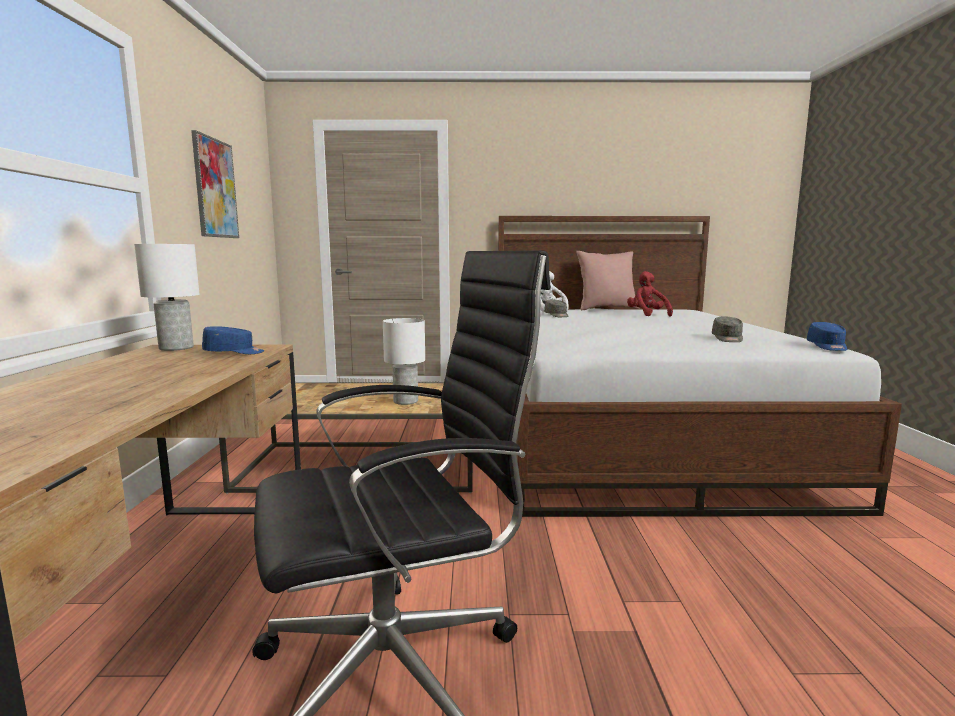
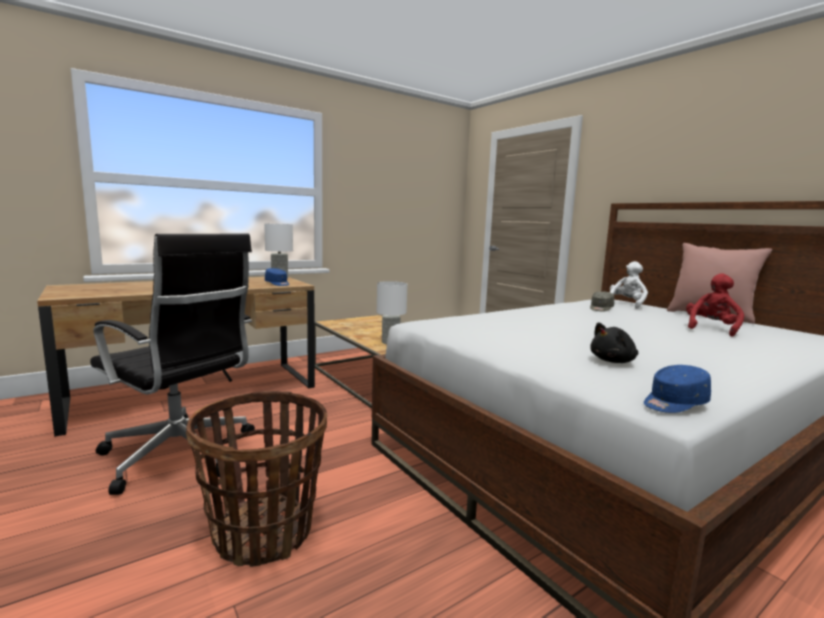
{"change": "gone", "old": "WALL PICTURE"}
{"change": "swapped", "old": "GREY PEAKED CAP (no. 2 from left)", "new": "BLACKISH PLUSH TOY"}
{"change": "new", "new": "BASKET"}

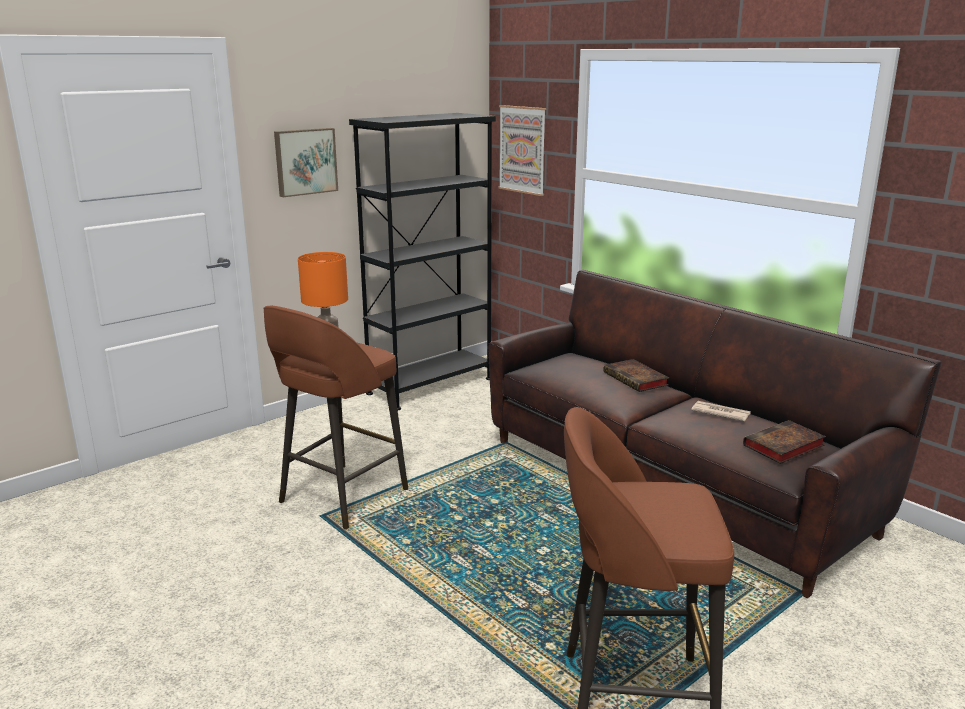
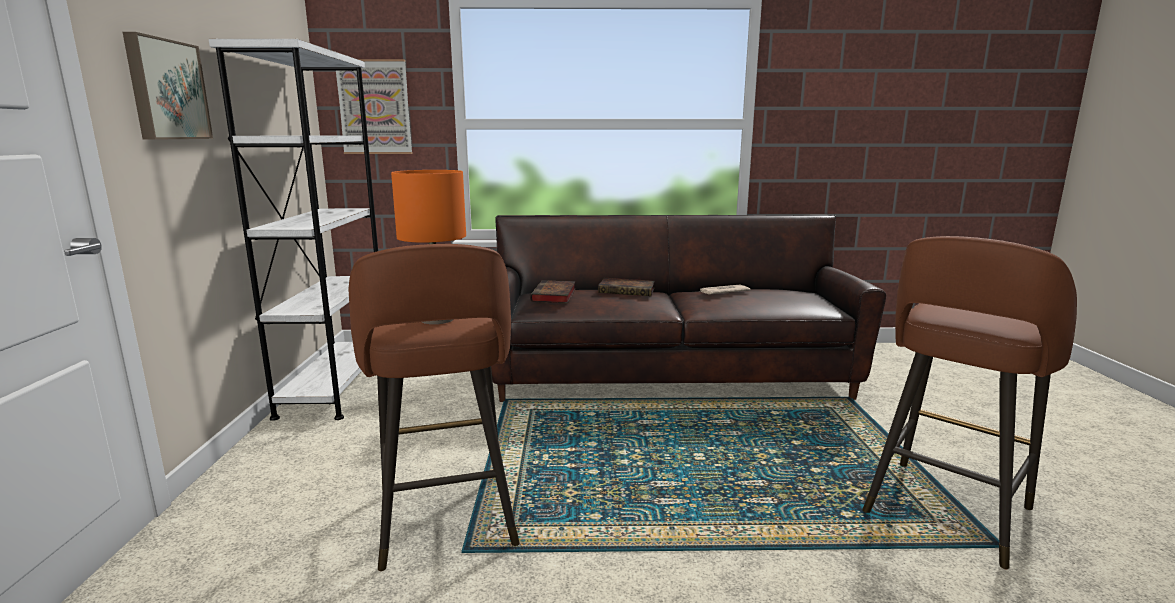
{"change": "repainted", "old": "BLACKISH BOOKSHELF", "new": "WHITE-COLOURED BOOKSHELF"}
{"change": "shifted", "old": "VOLUME (no. 2 from left in the first image)", "new": "VOLUME (no. 1 from left)"}

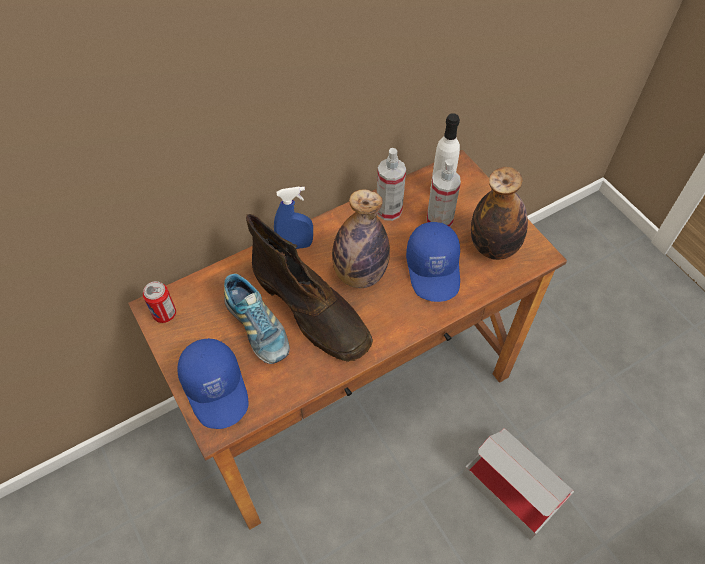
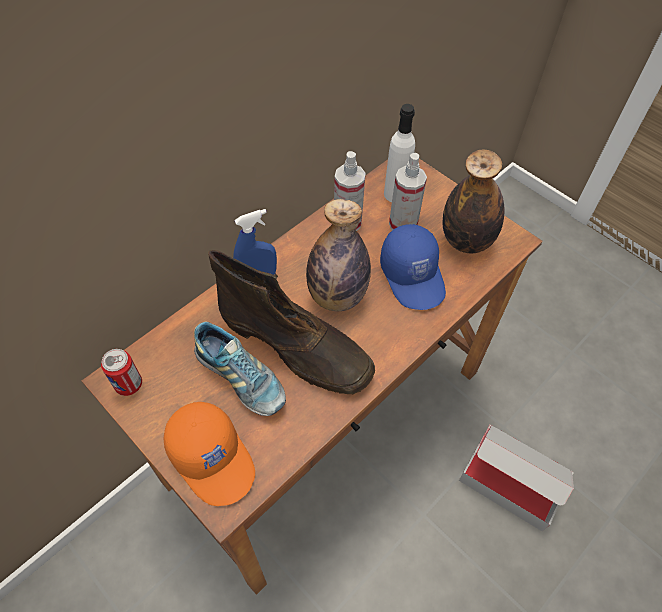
{"change": "repainted", "old": "BLUE-COLOURED PEAKED CAP (no. 1 from left)", "new": "ORANGE PEAKED CAP"}

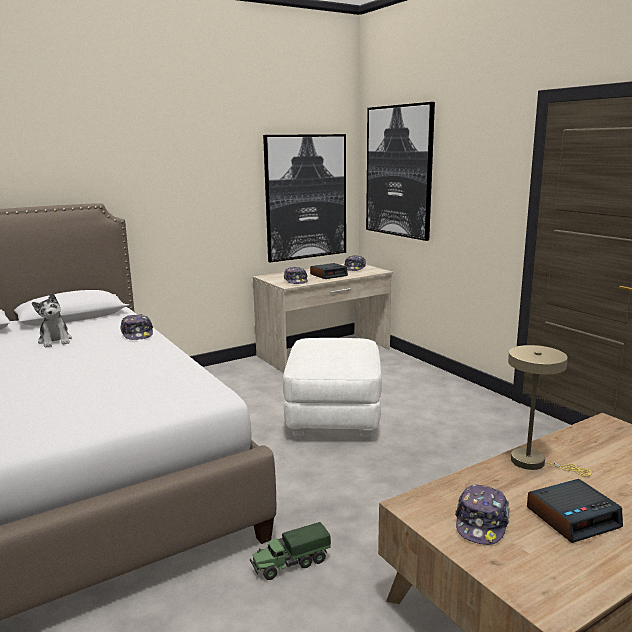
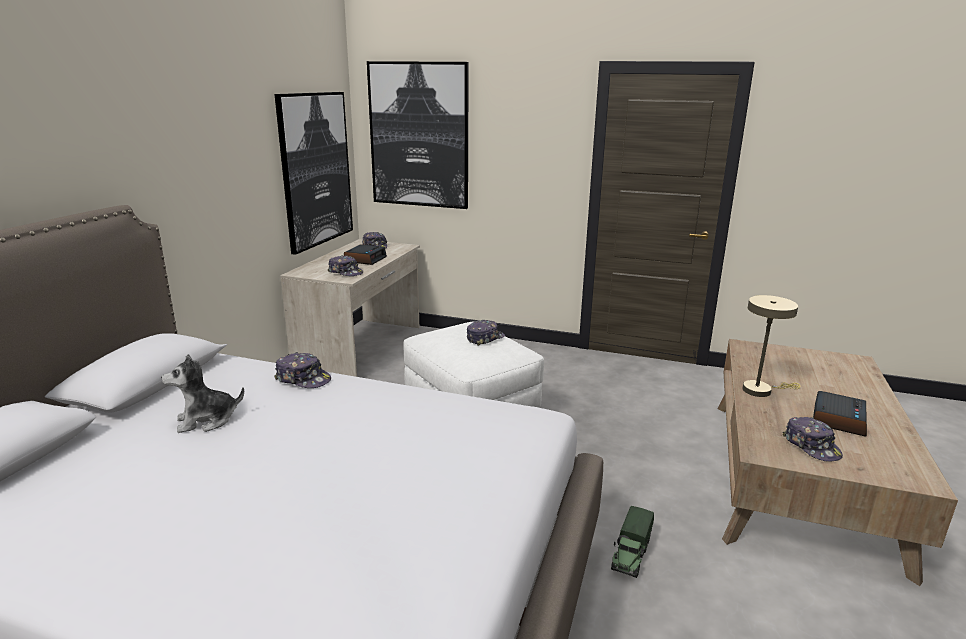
{"change": "rotated", "old": "PLUSH TOY", "degrees": 135}
{"change": "new", "new": "PEAKED CAP (no. 4 from left)"}

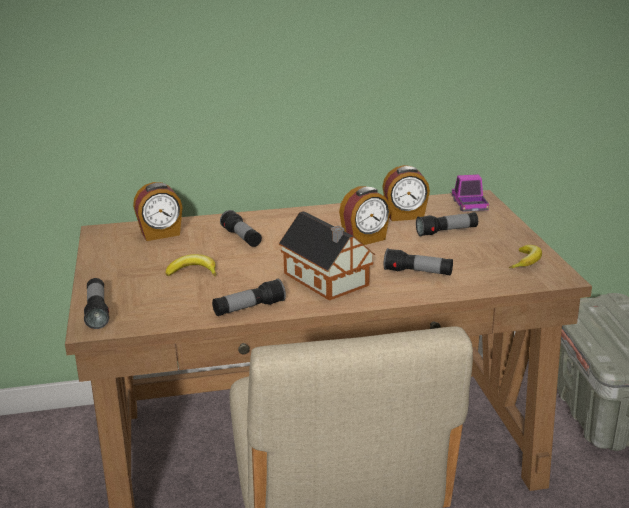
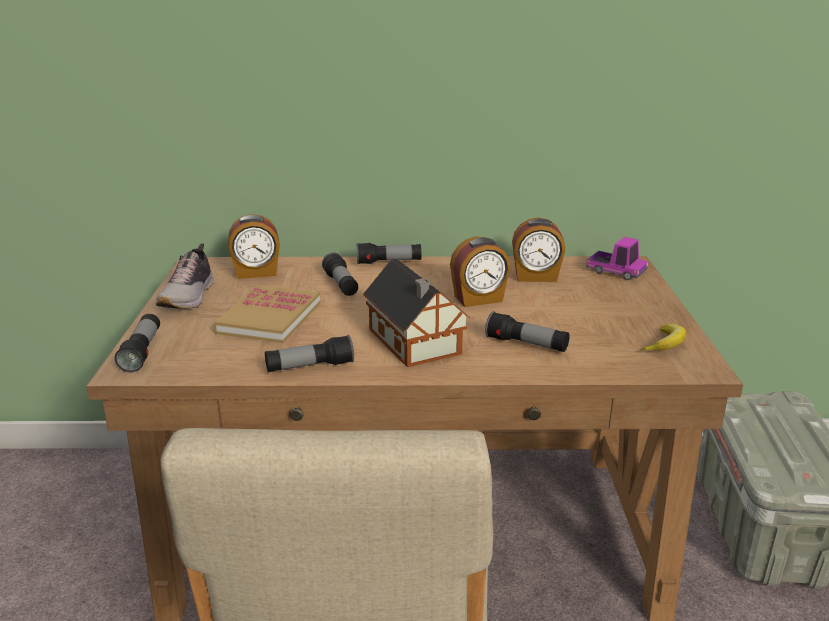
{"change": "swapped", "old": "BANANA FRUIT (no. 1 from left)", "new": "VOLUME"}
{"change": "shifted", "old": "HAND TORCH (no. 5 from left in the first image)", "new": "HAND TORCH (no. 4 from left)"}
{"change": "rotated", "old": "TOY TRUCK", "degrees": 120}
{"change": "new", "new": "SHOE"}

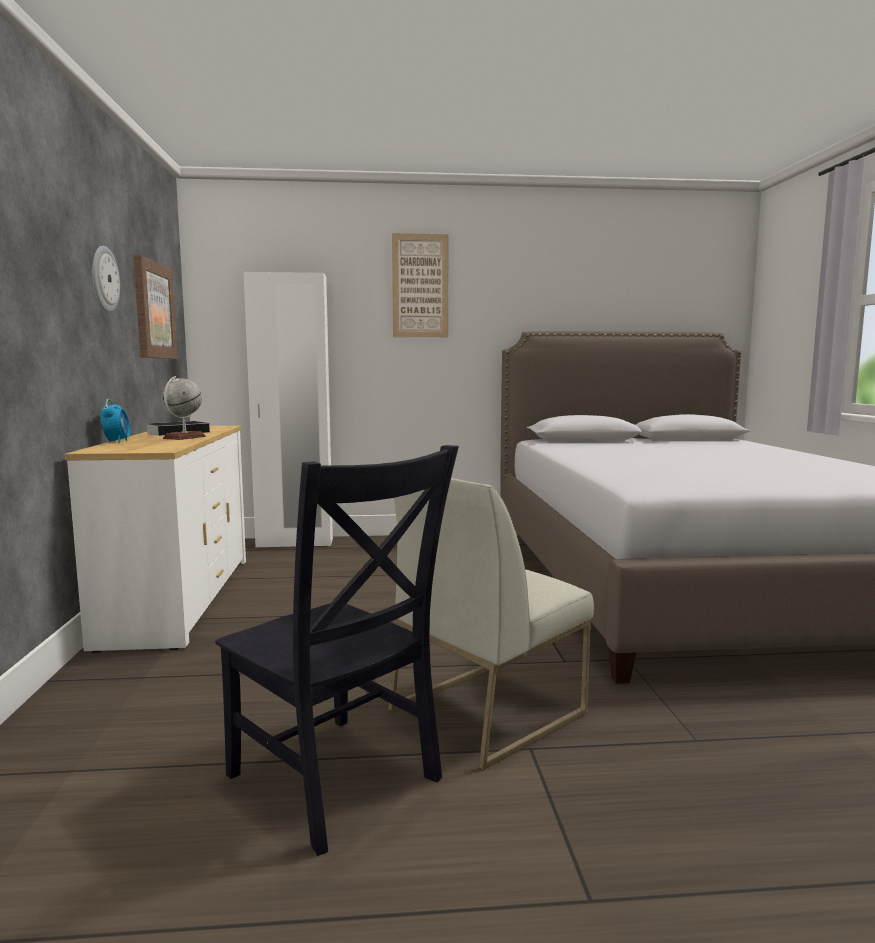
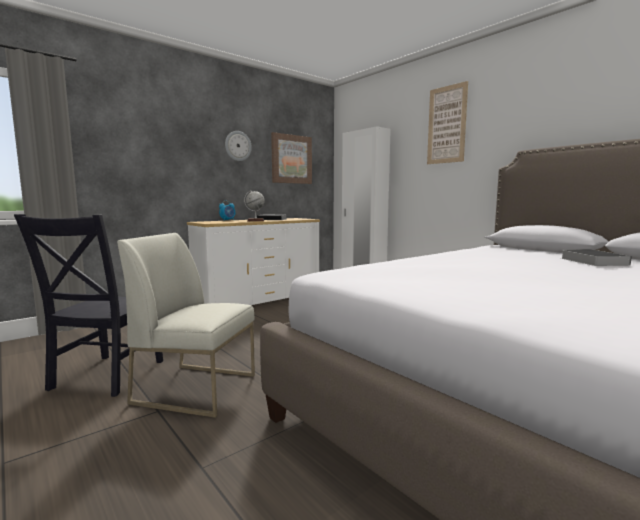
{"change": "new", "new": "VOLUME (no. 2 from left)"}

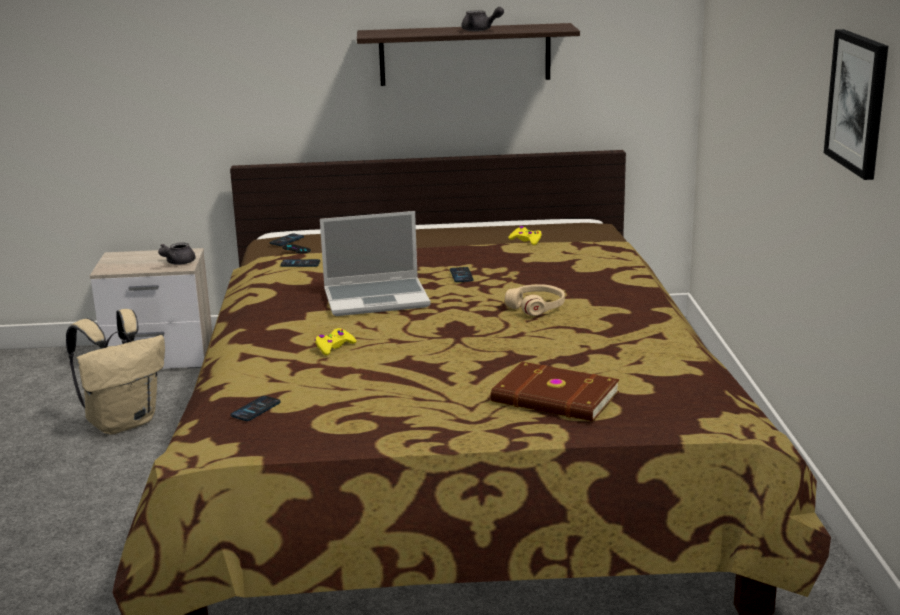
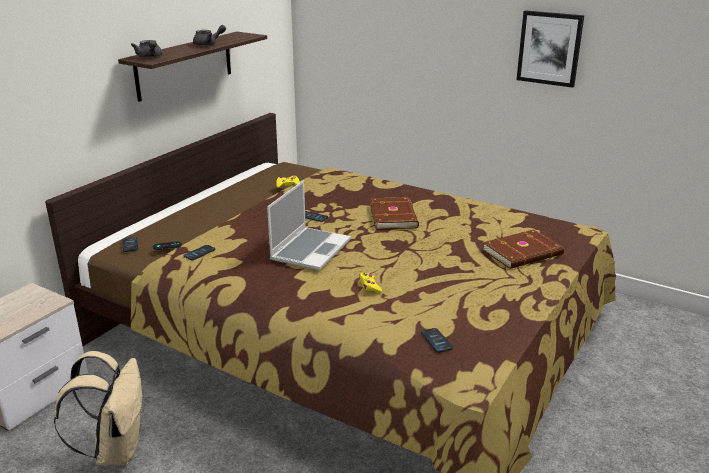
{"change": "shifted", "old": "GREY TEAPOT (no. 1 from left)"}
{"change": "swapped", "old": "BEIGE-COLOURED PAIR OF HEADPHONES", "new": "BROWNISH VOLUME (no. 1 from left)"}

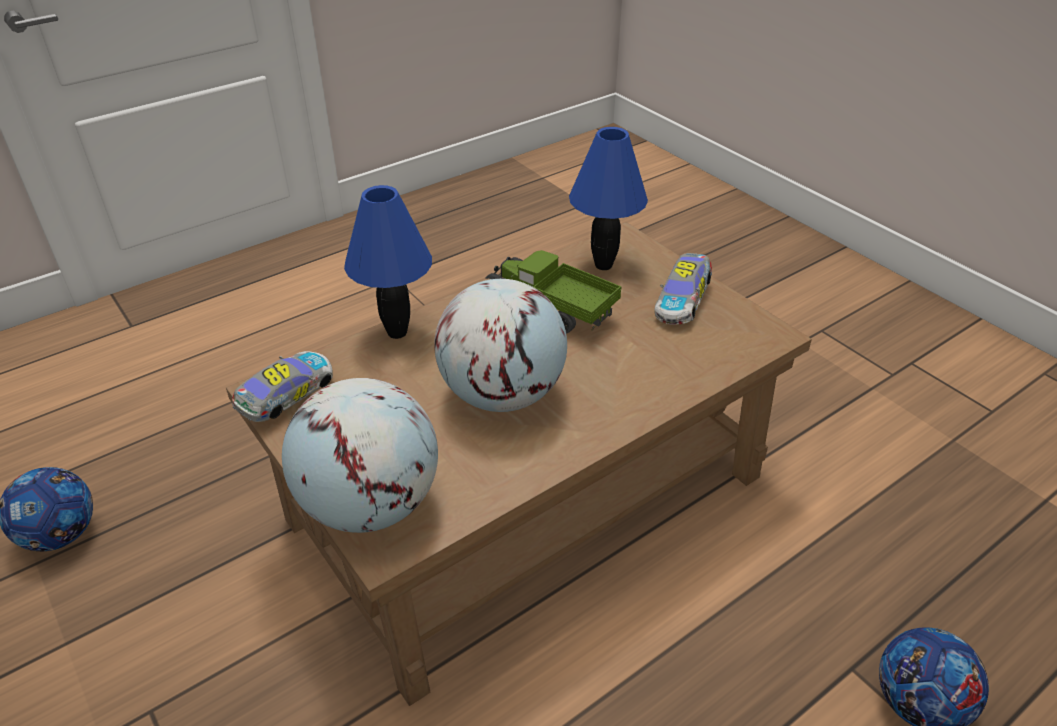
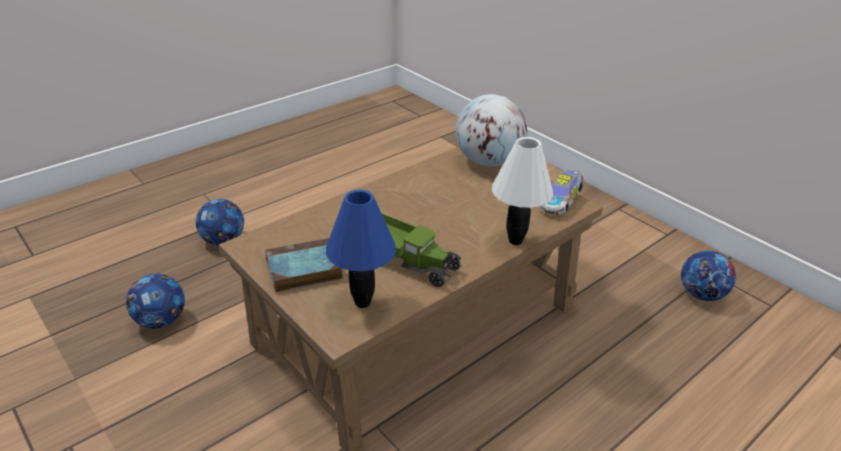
{"change": "repainted", "old": "BLUE-COLOURED TABLE LAMP (no. 1 from left)", "new": "WHITE-COLOURED TABLE LAMP"}
{"change": "gone", "old": "WORLD GLOBE (no. 2 from left)"}
{"change": "swapped", "old": "MINIATURE CAR (no. 2 from left)", "new": "VOLUME"}
{"change": "new", "new": "FOOTBALL (no. 1 from left)"}

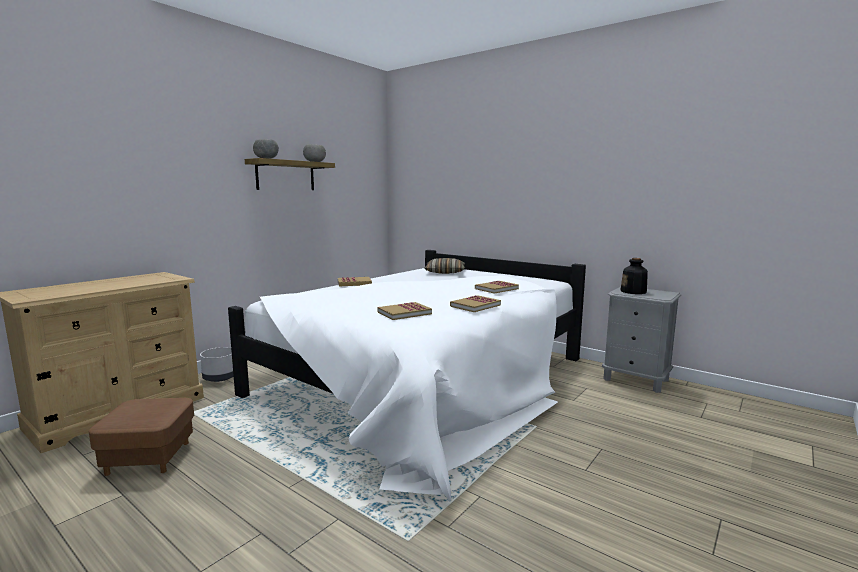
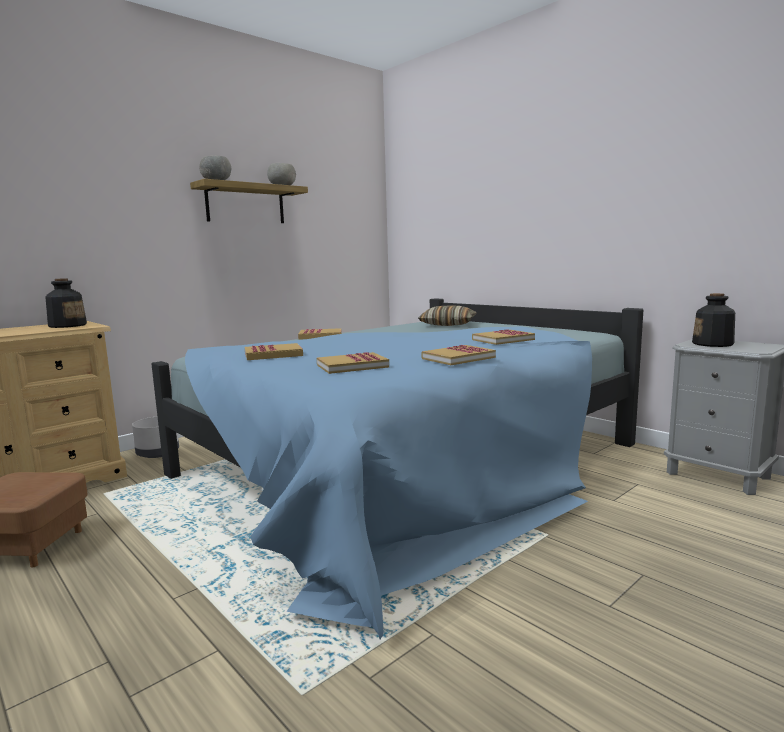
{"change": "repainted", "old": "WHITE-COLOURED SLEEPING BED", "new": "BLUE-COLOURED SLEEPING BED"}
{"change": "new", "new": "BOTTLE (no. 1 from left)"}
{"change": "new", "new": "VOLUME (no. 1 from left)"}

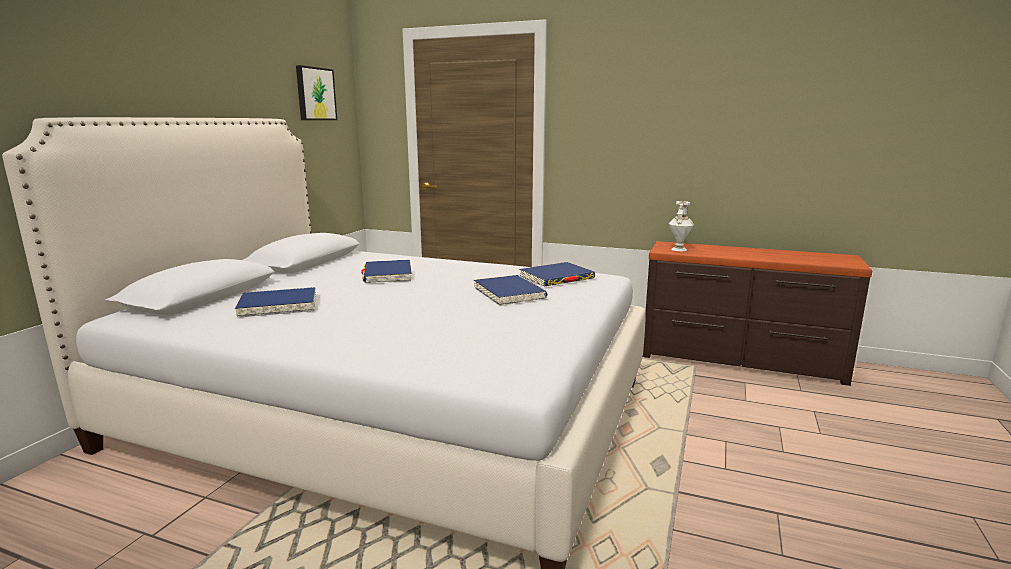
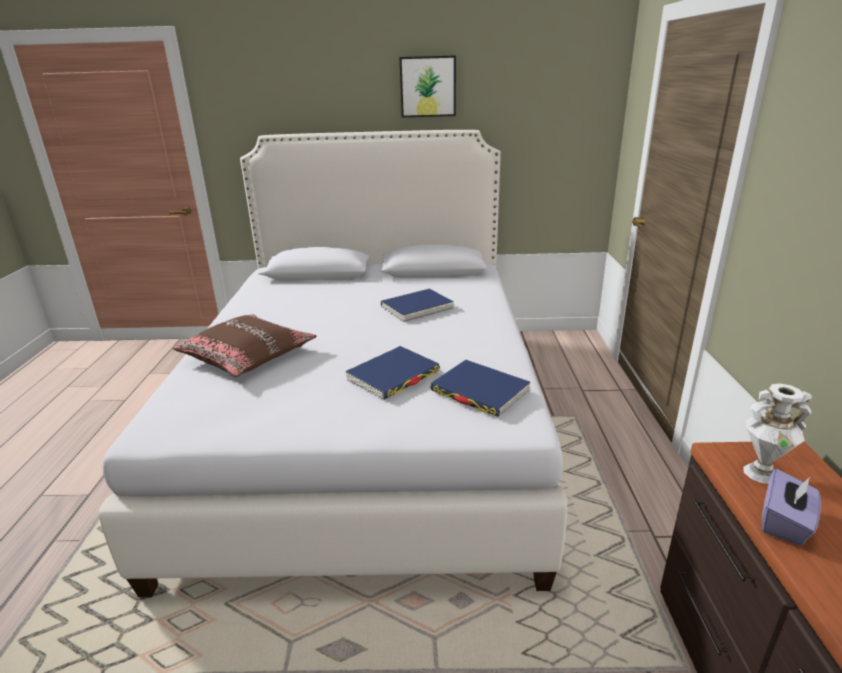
{"change": "gone", "old": "BLUE-COLOURED VOLUME (no. 1 from left)"}
{"change": "shifted", "old": "WALL PICTURE"}
{"change": "new", "new": "BROWNISH PILLOW"}
{"change": "new", "new": "PURPLE-COLOURED TISSUE BOX"}

